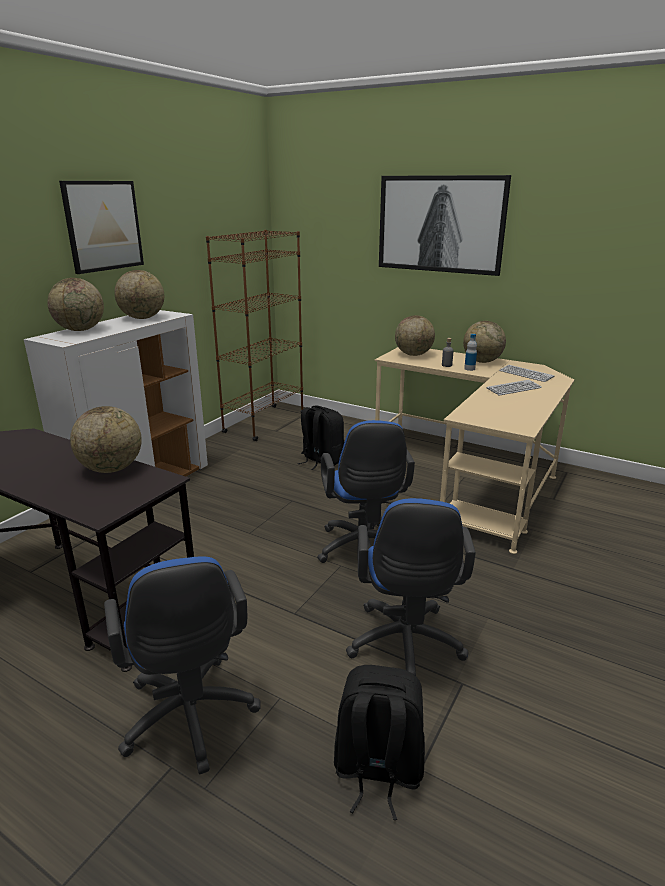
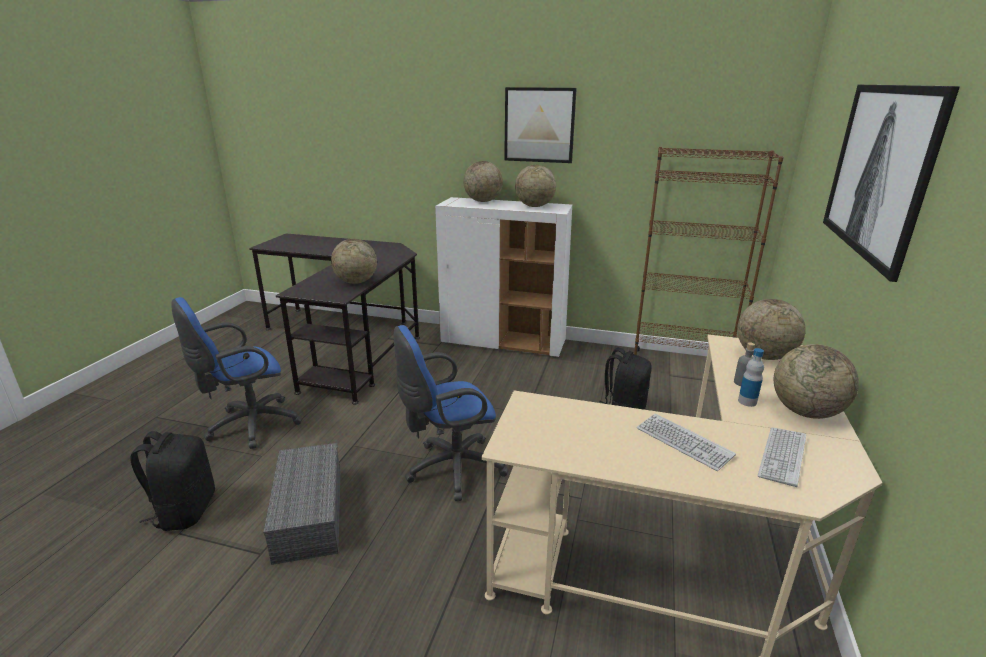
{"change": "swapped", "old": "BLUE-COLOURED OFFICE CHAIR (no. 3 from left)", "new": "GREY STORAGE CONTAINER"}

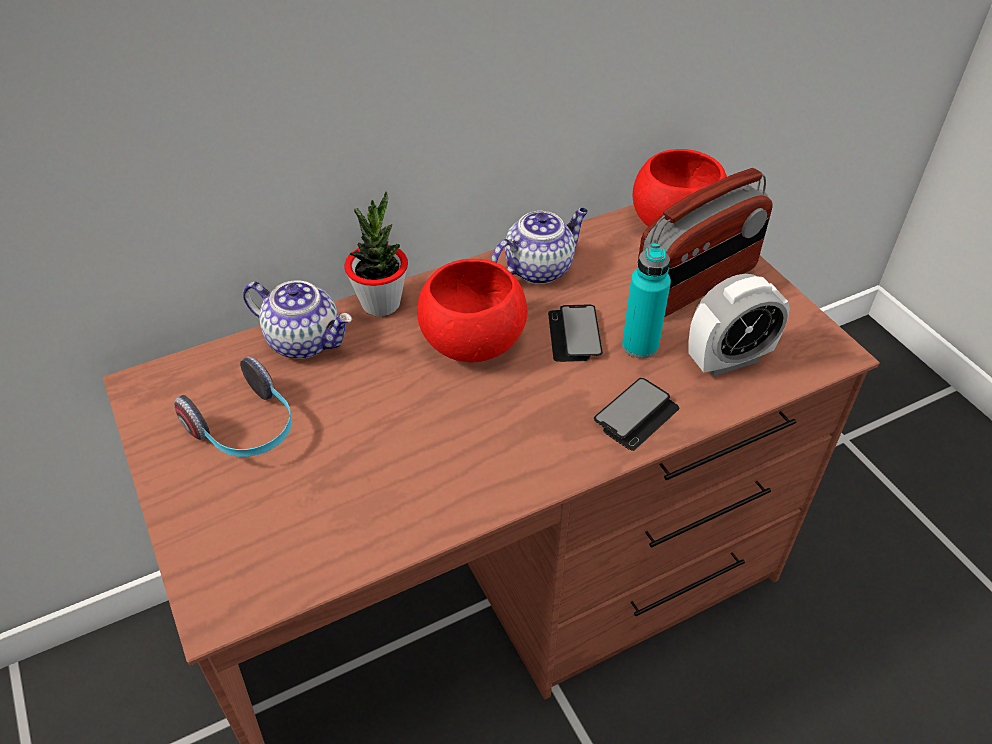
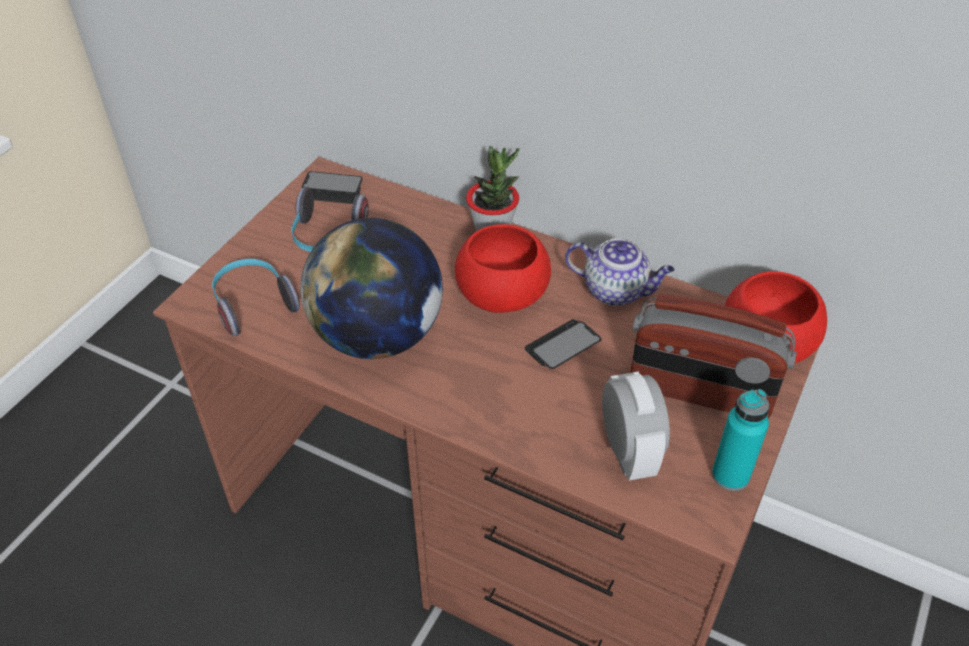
{"change": "gone", "old": "TEAPOT (no. 1 from left)"}
{"change": "shifted", "old": "PHONE (no. 2 from left in the first image)", "new": "PHONE (no. 1 from left)"}
{"change": "shifted", "old": "BLUE-GREEN BOTTLE"}
{"change": "rotated", "old": "TABLE CLOCK", "degrees": -135}
{"change": "new", "new": "PAIR OF HEADPHONES (no. 1 from left)"}
{"change": "new", "new": "WORLD GLOBE"}

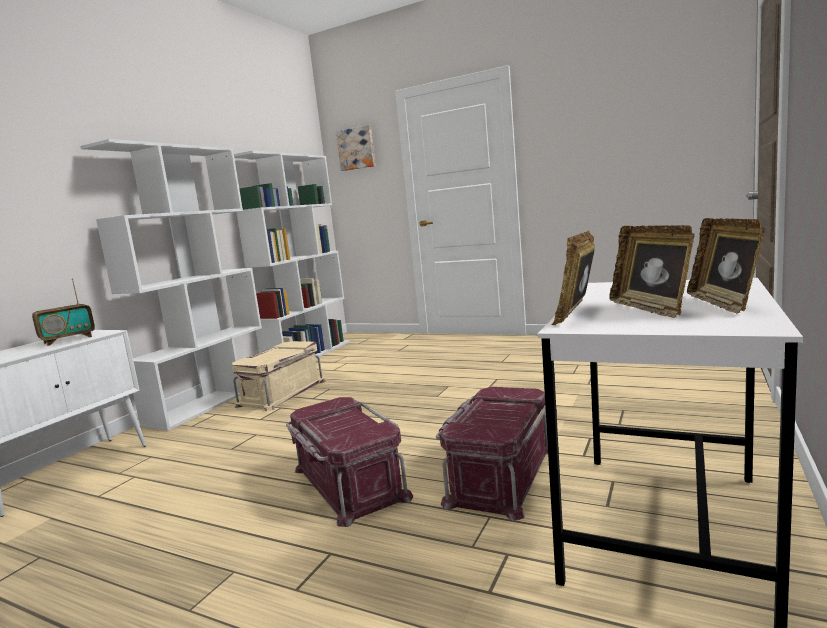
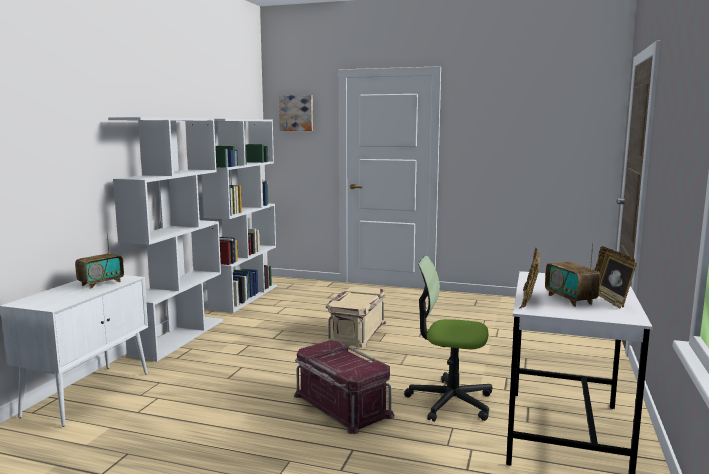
{"change": "shifted", "old": "BEIGE-COLOURED STORAGE CONTAINER"}
{"change": "swapped", "old": "RED STORAGE CONTAINER (no. 2 from left)", "new": "OFFICE CHAIR"}
{"change": "swapped", "old": "PICTURE FRAME (no. 2 from left)", "new": "RADIO RECEIVER (no. 2 from left)"}

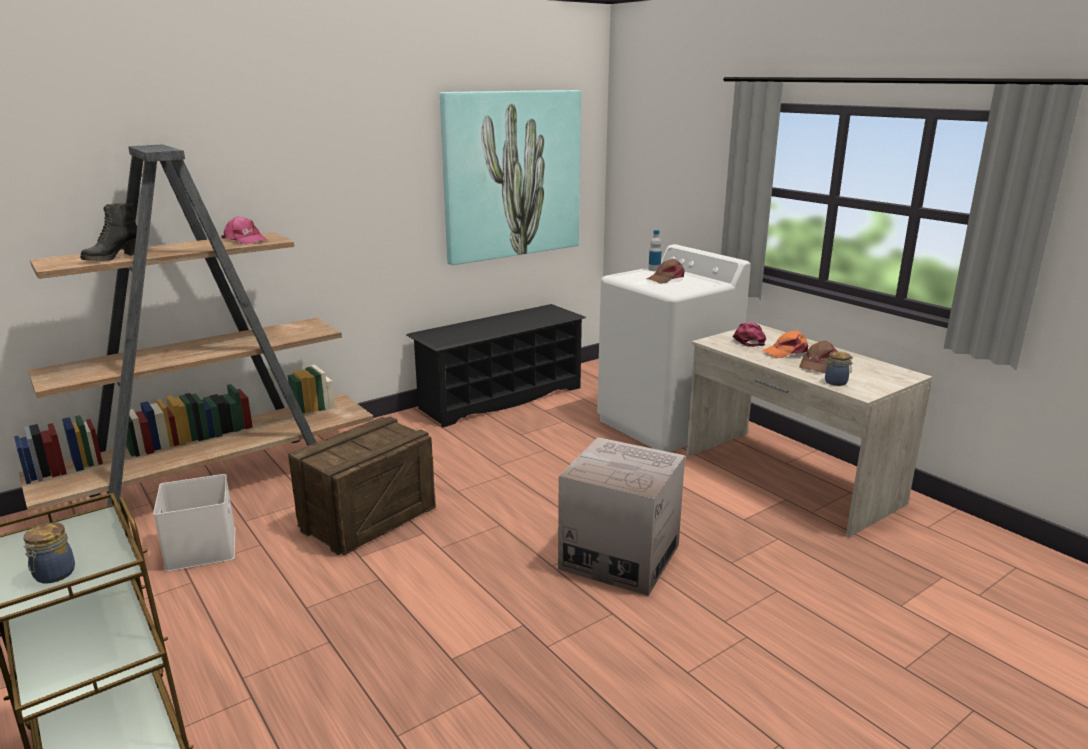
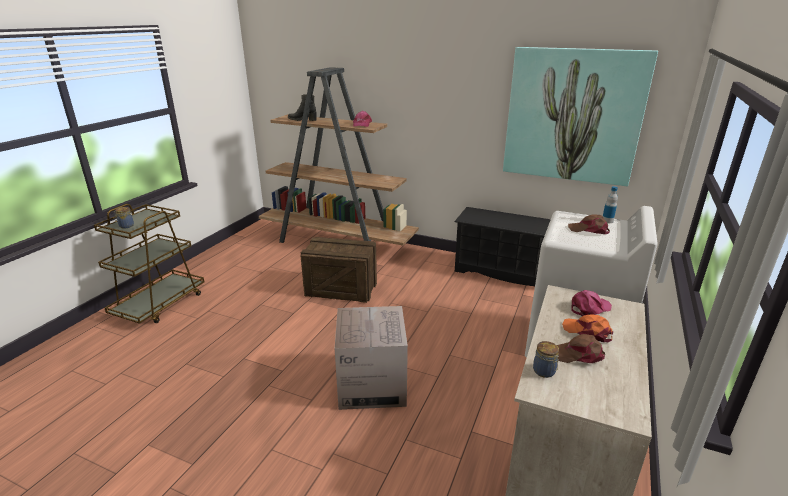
{"change": "gone", "old": "WHITE-COLOURED STORAGE CONTAINER"}

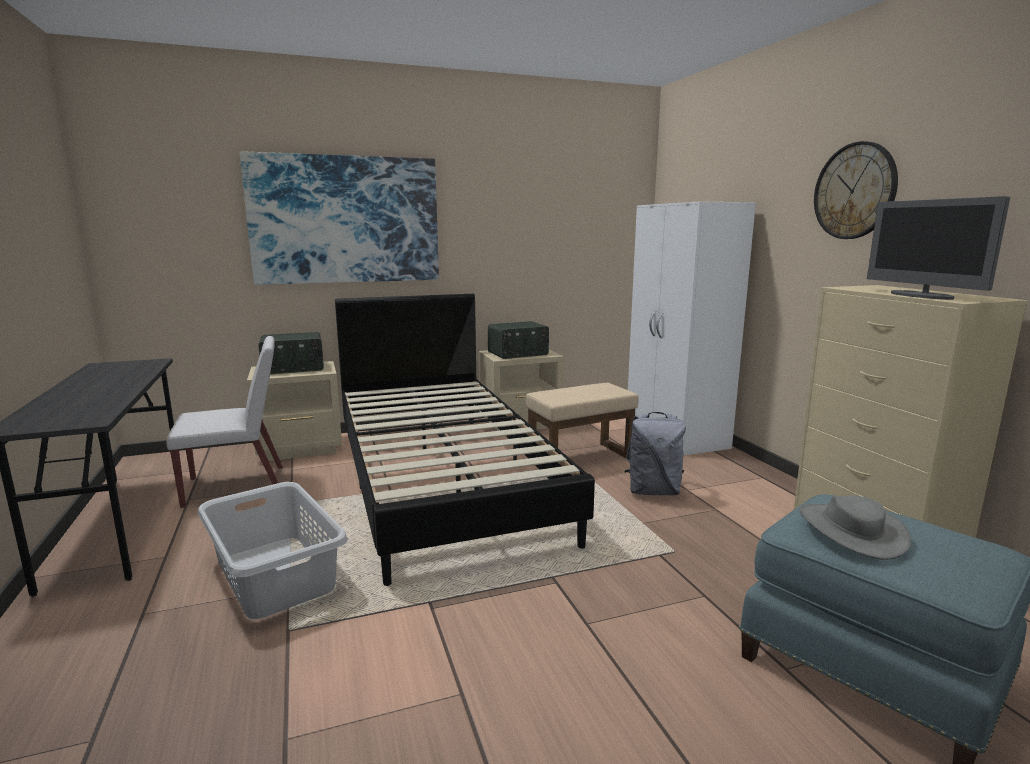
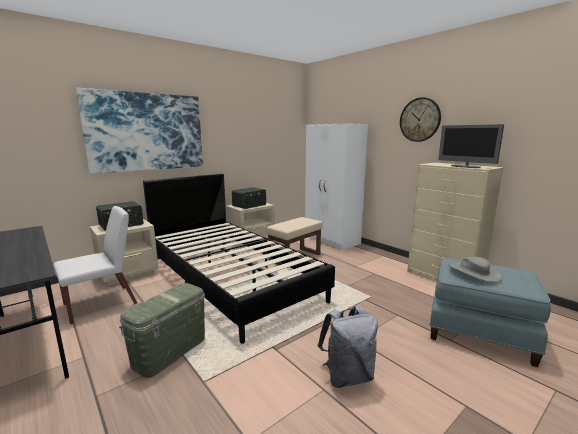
{"change": "swapped", "old": "GREY LAUNDRY BASKET", "new": "GREEN-COLOURED STORAGE CONTAINER"}
{"change": "shifted", "old": "GREY BACKPACK"}

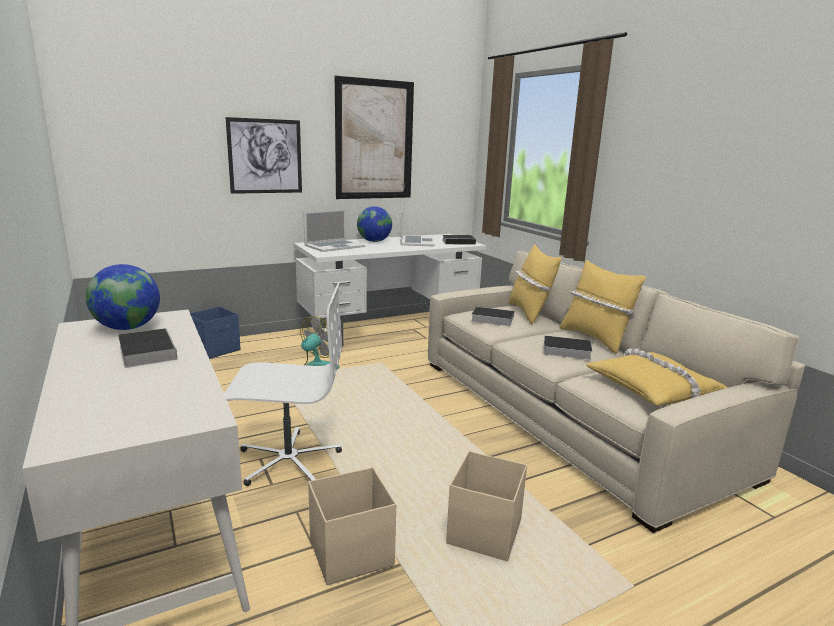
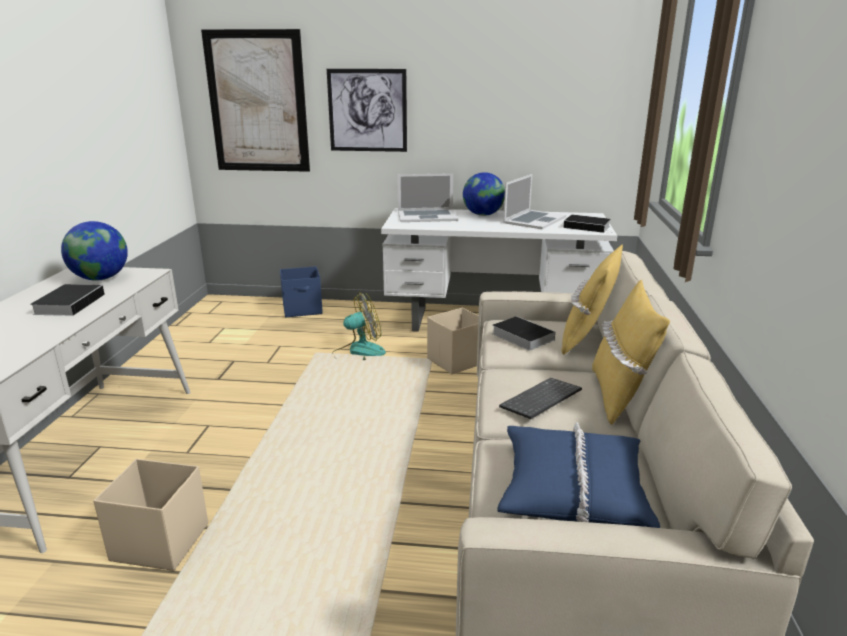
{"change": "gone", "old": "WHITE-COLOURED OFFICE CHAIR"}
{"change": "shifted", "old": "WALL PICTURE (no. 2 from left in the first image)", "new": "WALL PICTURE (no. 1 from left)"}
{"change": "shifted", "old": "BEIGE-COLOURED STORAGE CONTAINER (no. 2 from left)"}
{"change": "swapped", "old": "VOLUME (no. 4 from left)", "new": "COMPUTER KEYBOARD"}
{"change": "repainted", "old": "YELLOWISH PILLOW (no. 3 from left)", "new": "BLUE-COLOURED PILLOW"}

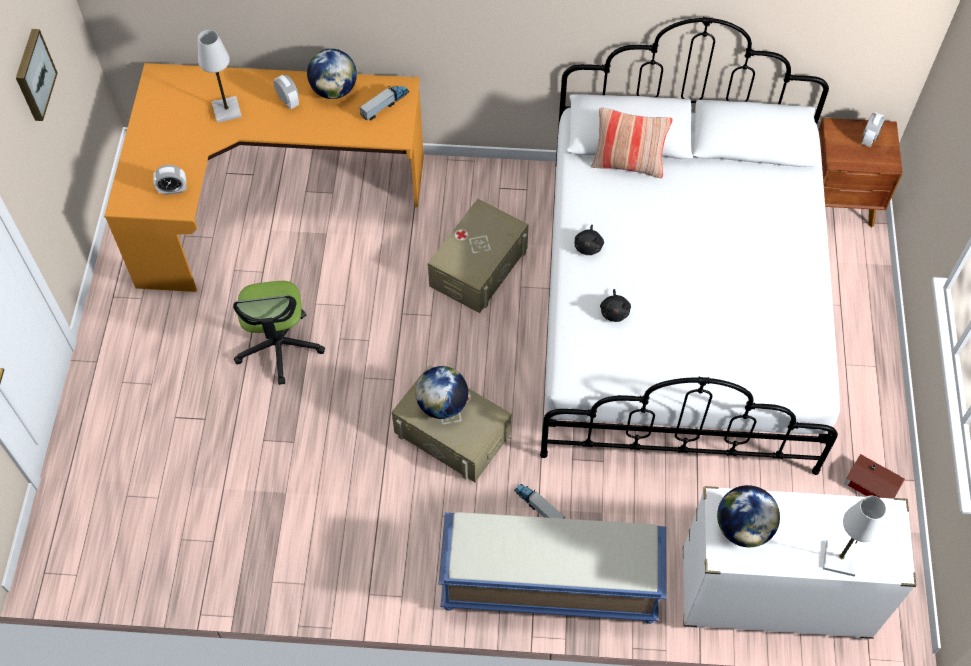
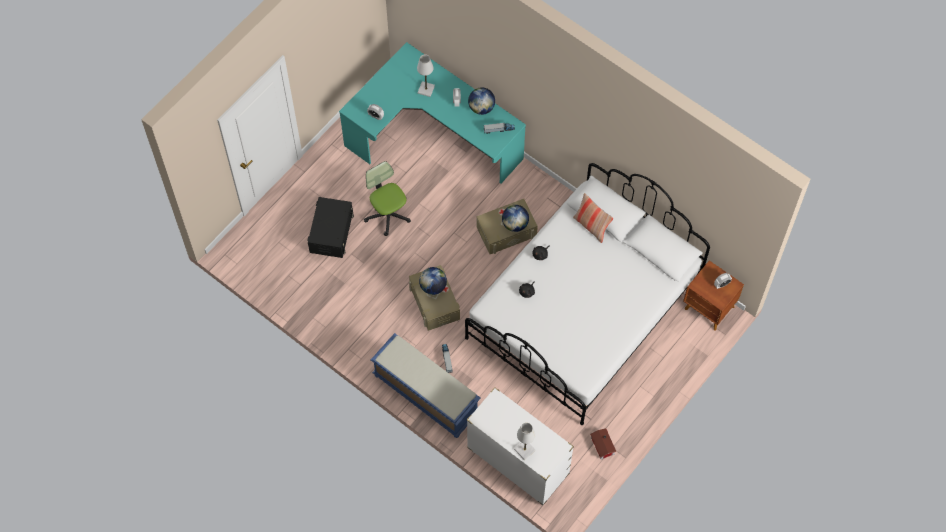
{"change": "gone", "old": "WALL PICTURE"}
{"change": "repainted", "old": "ORANGE DESK TABLE", "new": "BLUE-GREEN DESK TABLE"}
{"change": "rotated", "old": "OFFICE CHAIR", "degrees": 120}
{"change": "shifted", "old": "WORLD GLOBE (no. 3 from left)"}
{"change": "new", "new": "BLACKISH STORAGE CONTAINER"}

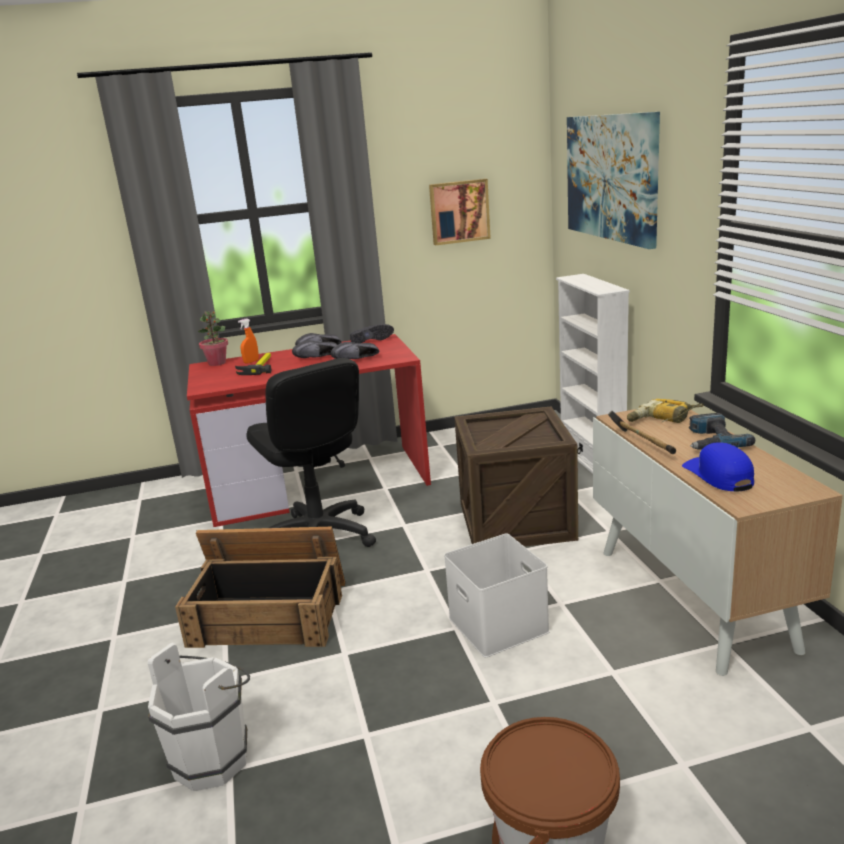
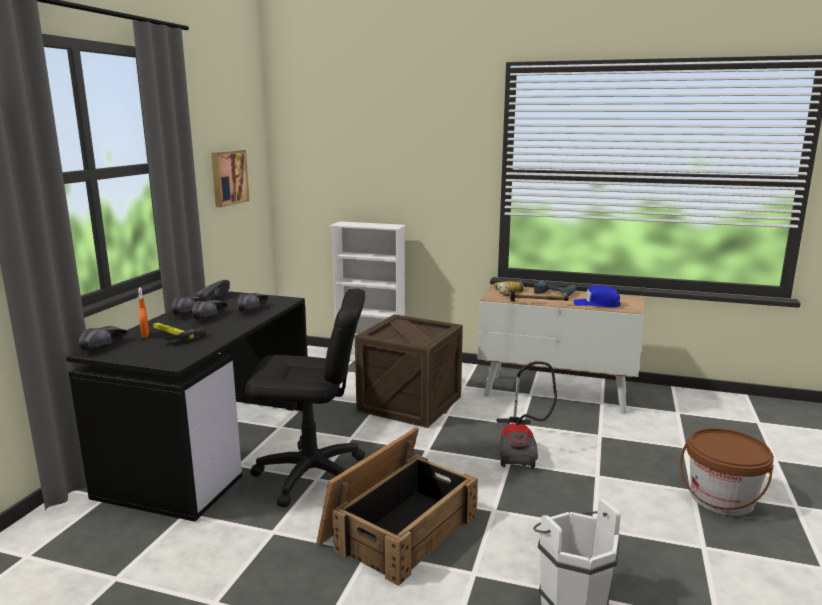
{"change": "repainted", "old": "RED DESK TABLE", "new": "BLACKISH DESK TABLE"}
{"change": "swapped", "old": "POTTED PLANT", "new": "BLACKISH SHOE (no. 1 from left)"}
{"change": "swapped", "old": "WHITE-COLOURED STORAGE CONTAINER", "new": "HOOVER"}
{"change": "gone", "old": "WALL PICTURE (no. 2 from left)"}

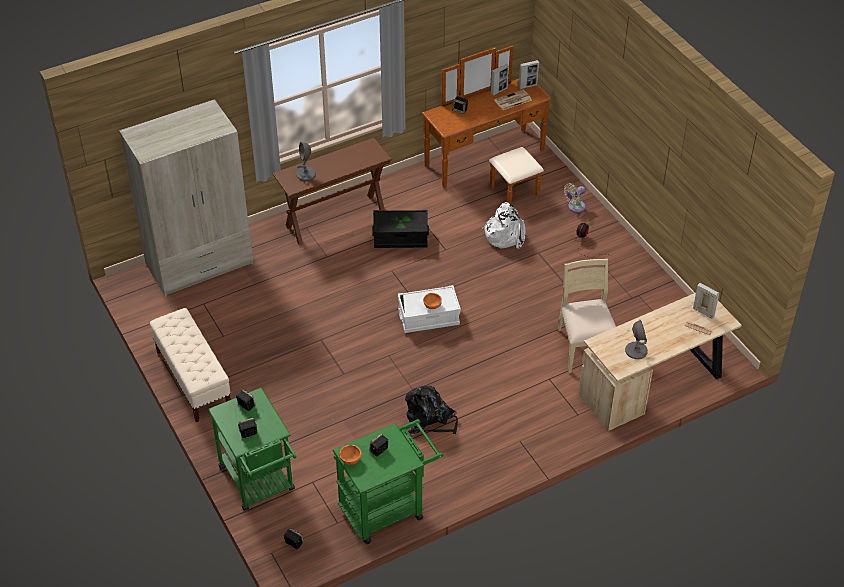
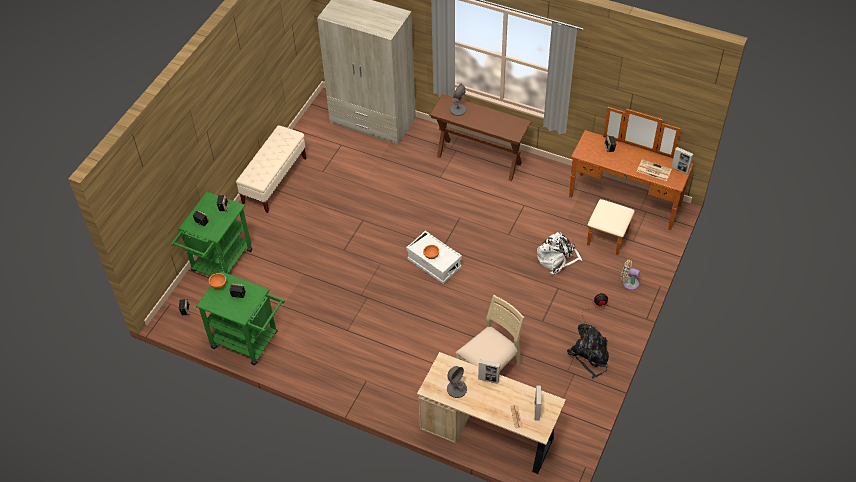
{"change": "gone", "old": "BLACKISH STORAGE CONTAINER"}
{"change": "shifted", "old": "BLACKISH BACKPACK"}
{"change": "shifted", "old": "PICTURE FRAME (no. 1 from left)"}

